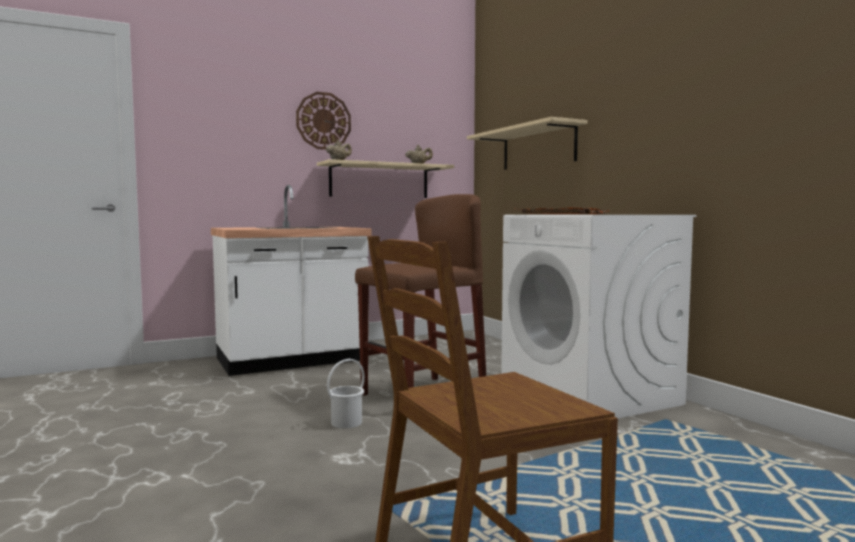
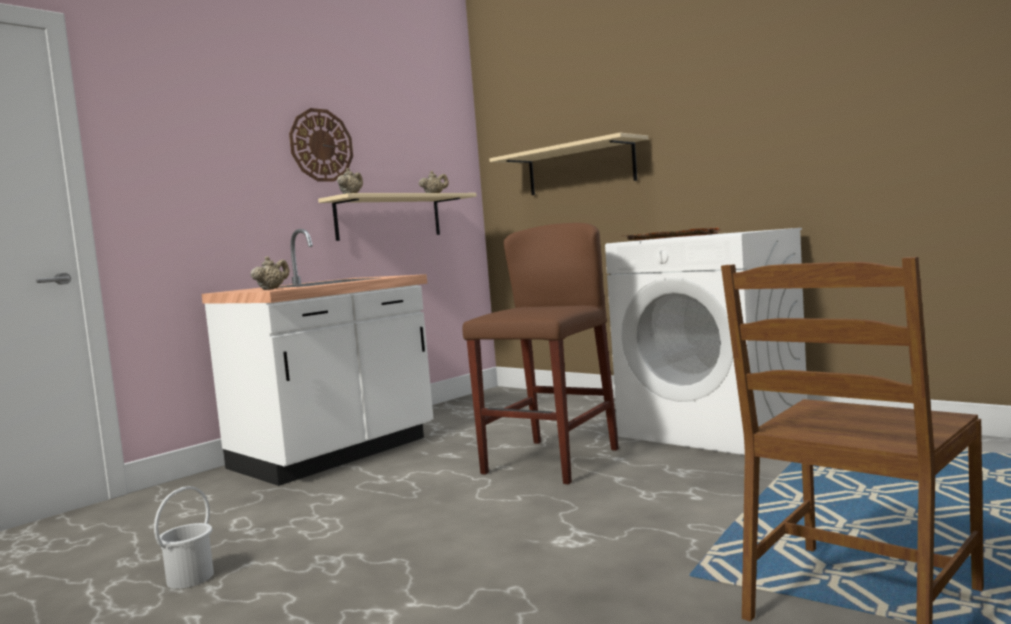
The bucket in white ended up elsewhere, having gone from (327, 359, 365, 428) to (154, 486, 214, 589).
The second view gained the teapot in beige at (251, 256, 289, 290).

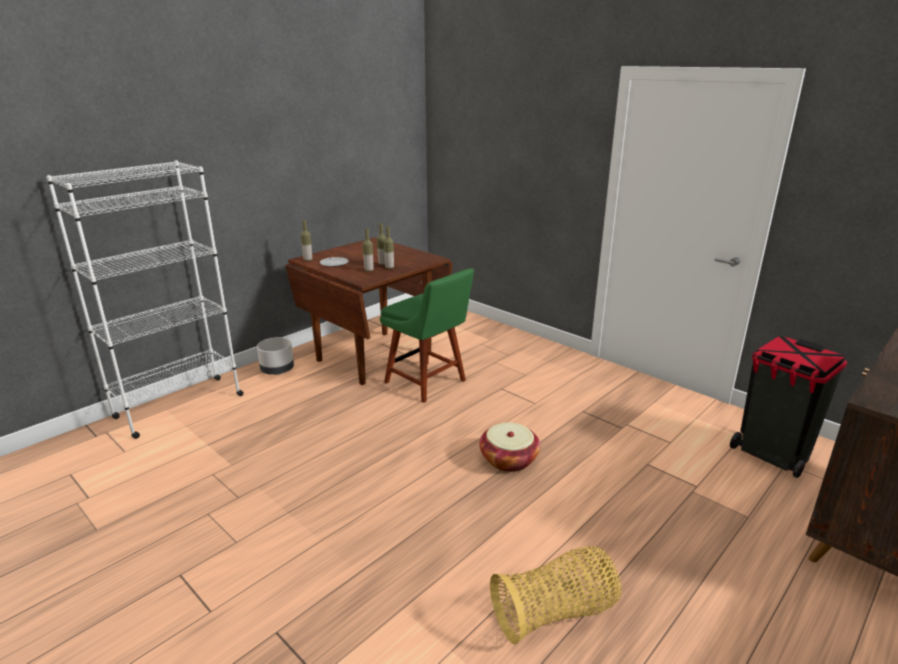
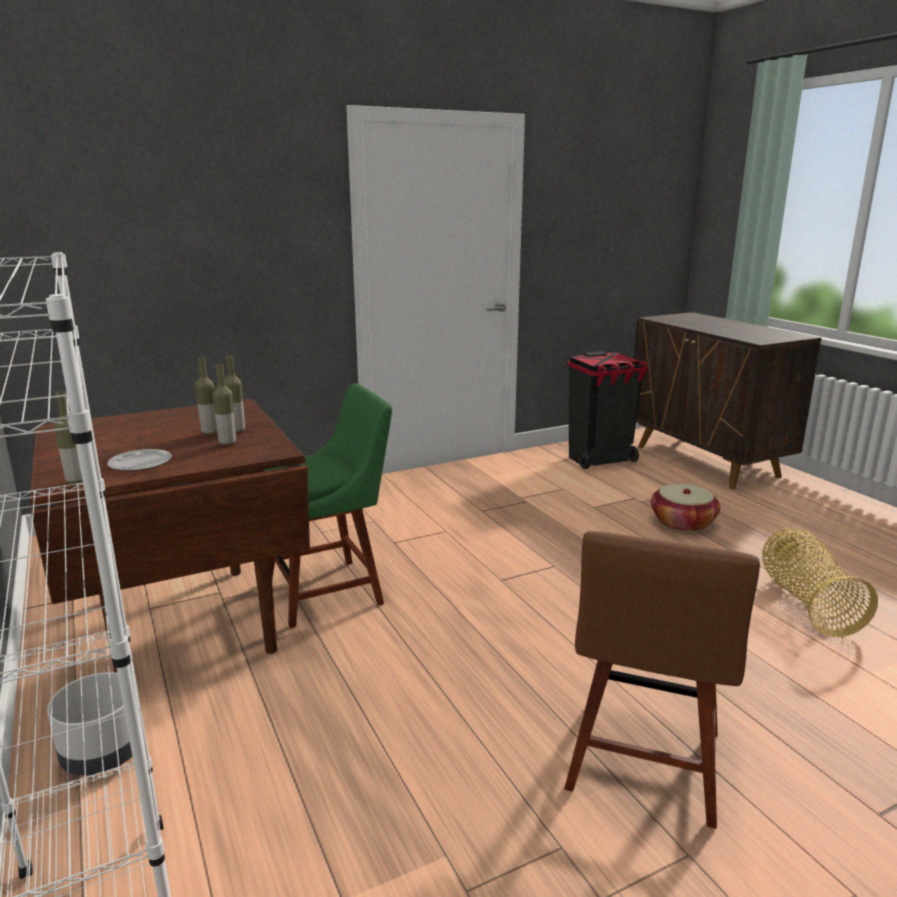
The basket ended up elsewhere, having gone from (479, 422, 540, 472) to (651, 484, 720, 532).
The second view gained the chair in brown at (564, 531, 760, 829).

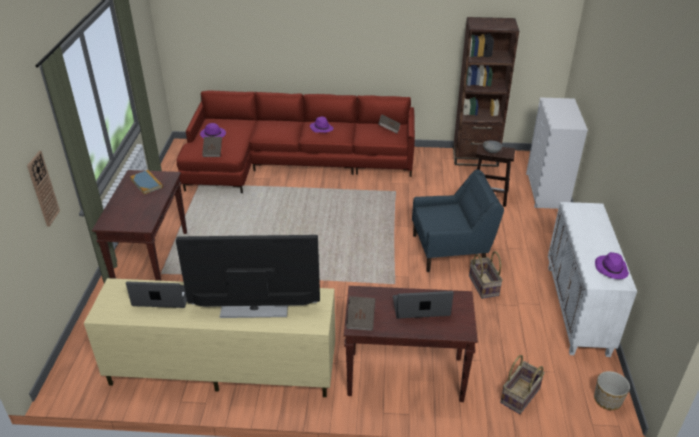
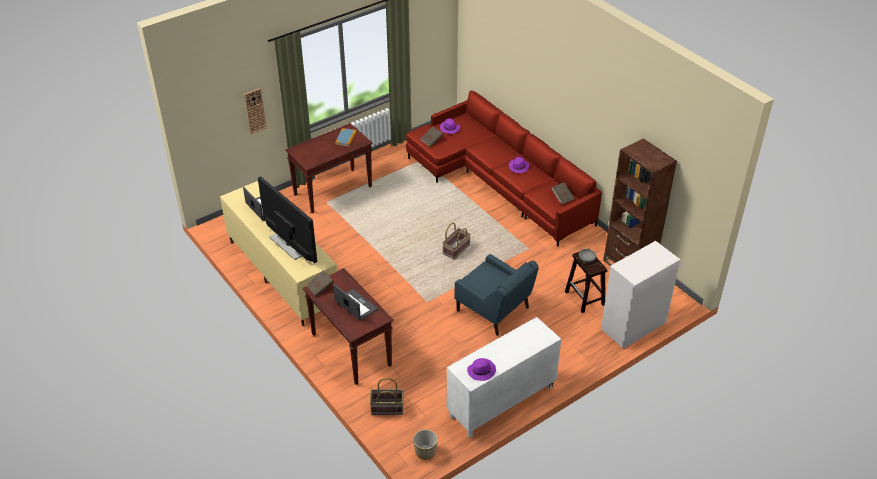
The basket ended up elsewhere, having gone from (469, 251, 503, 299) to (442, 222, 471, 260).

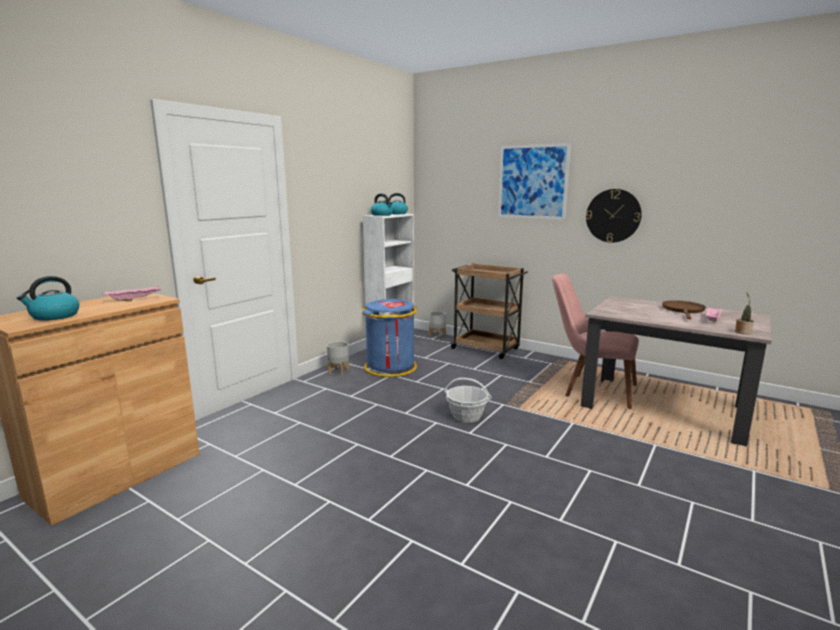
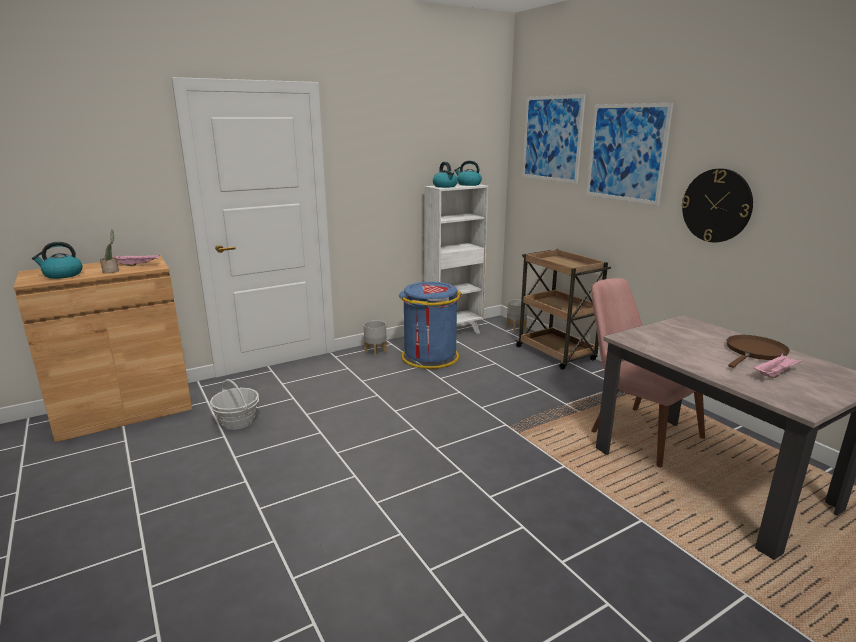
The basket ended up elsewhere, having gone from (444, 378, 491, 423) to (210, 379, 259, 430).
The potted plant ended up elsewhere, having gone from (735, 292, 754, 334) to (100, 230, 119, 273).
The second view gained the picture at (522, 94, 586, 184).

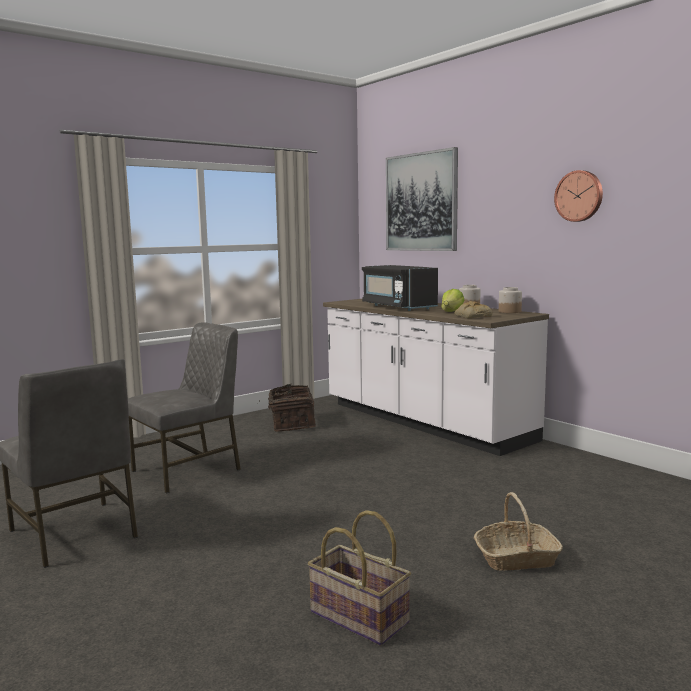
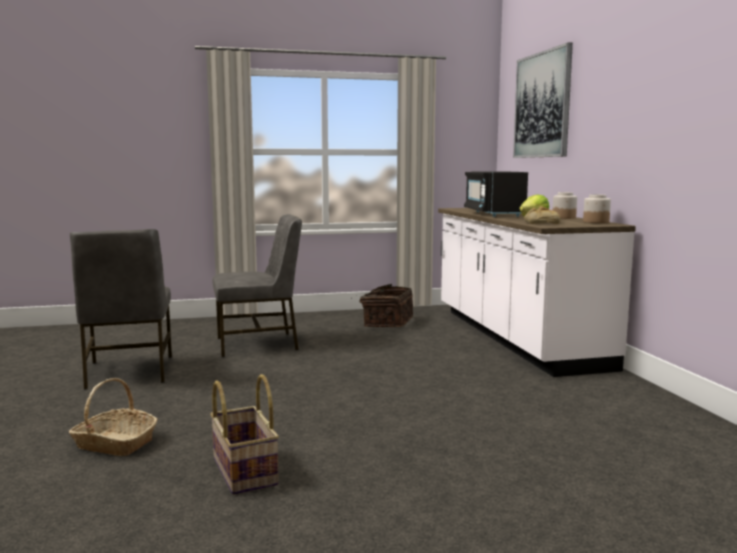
The basket ended up elsewhere, having gone from (474, 492, 563, 571) to (69, 378, 158, 456).
The second view lost the wall clock at (554, 170, 603, 222).

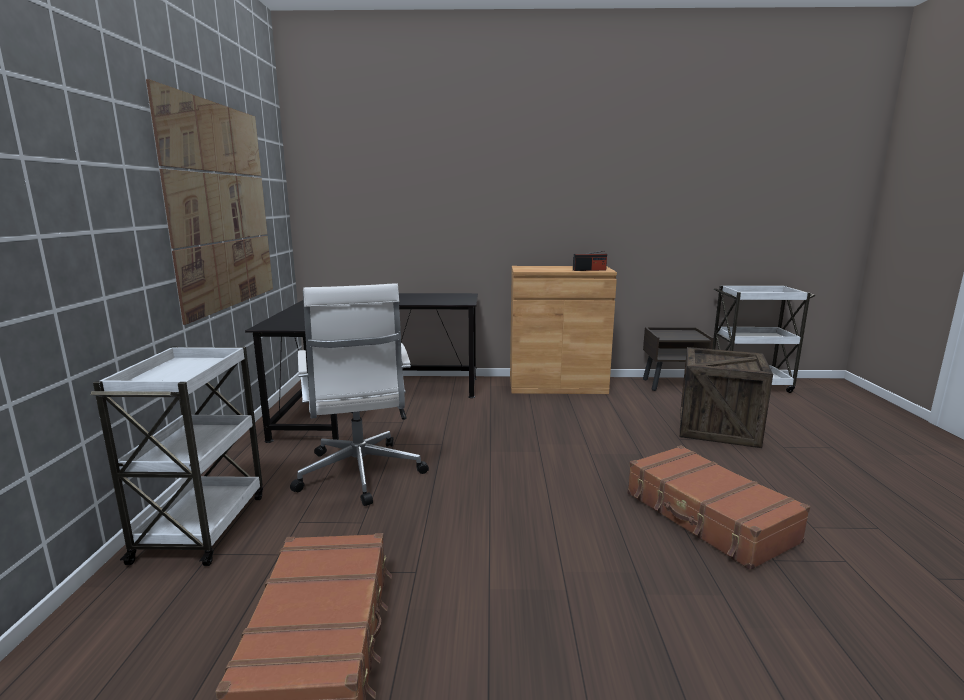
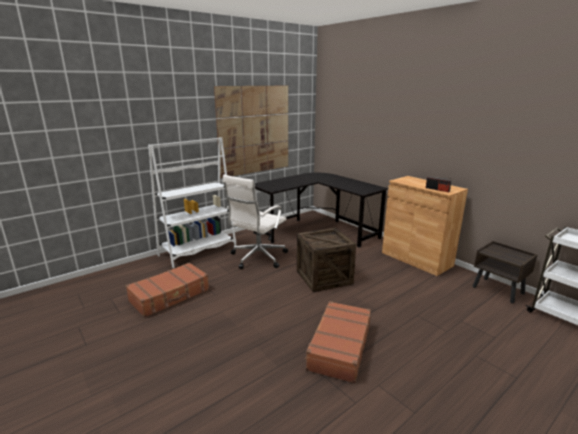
Where the cart in white stood at (91, 346, 263, 566), the bookcase in white came to stand at (148, 137, 237, 268).
The crate ended up elsewhere, having gone from (680, 347, 773, 448) to (297, 228, 356, 292).

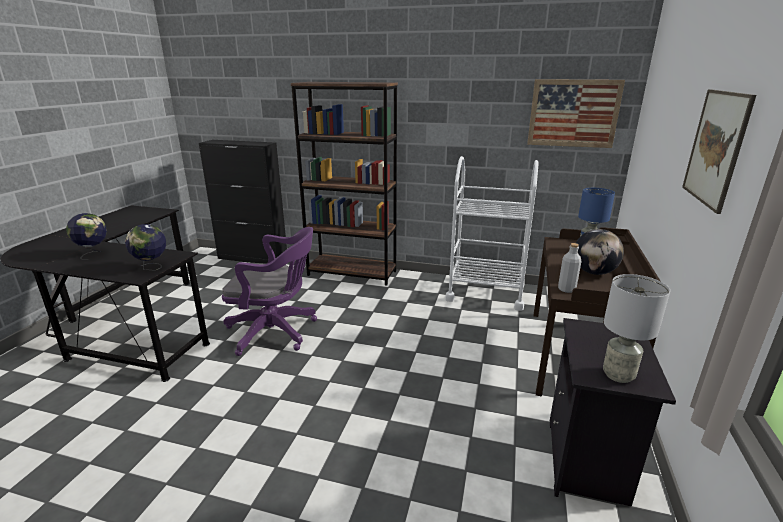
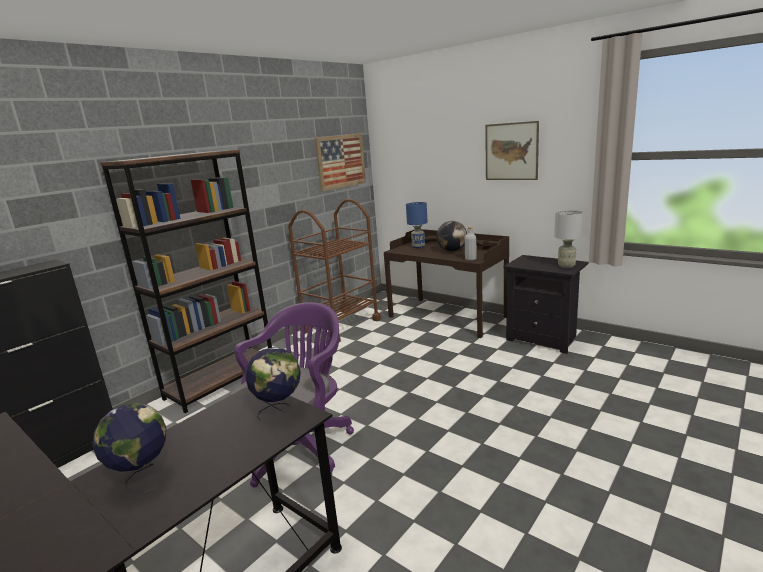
What was the cart in white at (445, 156, 538, 311) turned into the cart in brown at (288, 199, 381, 342).

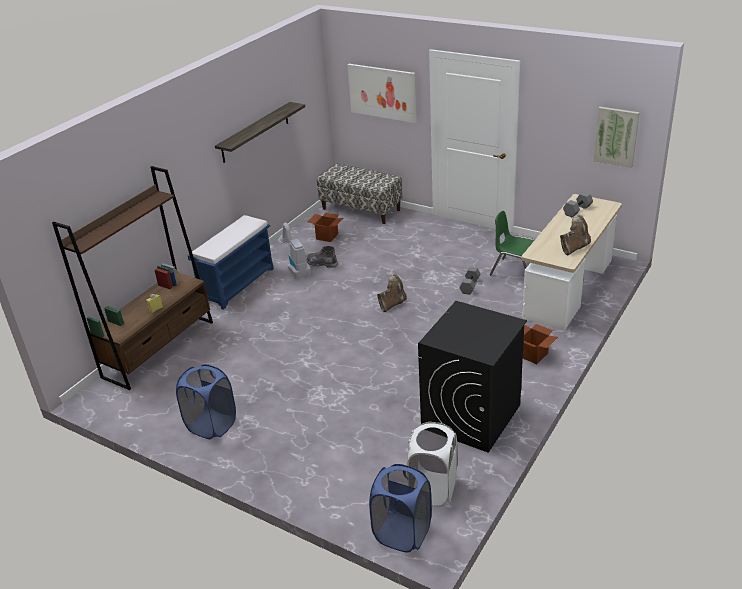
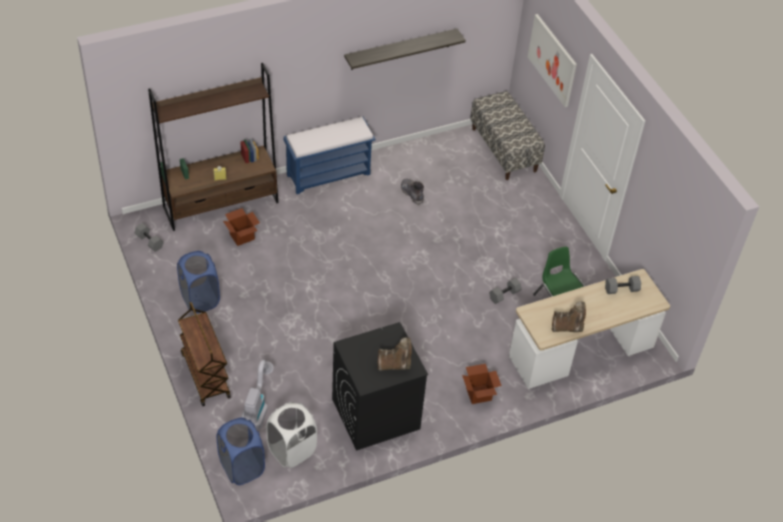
The vacuum cleaner ended up elsewhere, having gone from (279, 223, 311, 279) to (241, 360, 274, 430).
The cardboard box ended up elsewhere, having gone from (308, 212, 343, 242) to (223, 208, 260, 246).
The boot in brown ended up elsewhere, having gone from (377, 274, 407, 312) to (378, 337, 412, 371).
The second view lost the picture at (594, 107, 640, 168).
The second view gained the dumbbell in grey at (134, 223, 164, 252).
The second view gained the cart in brown at (178, 302, 231, 406).

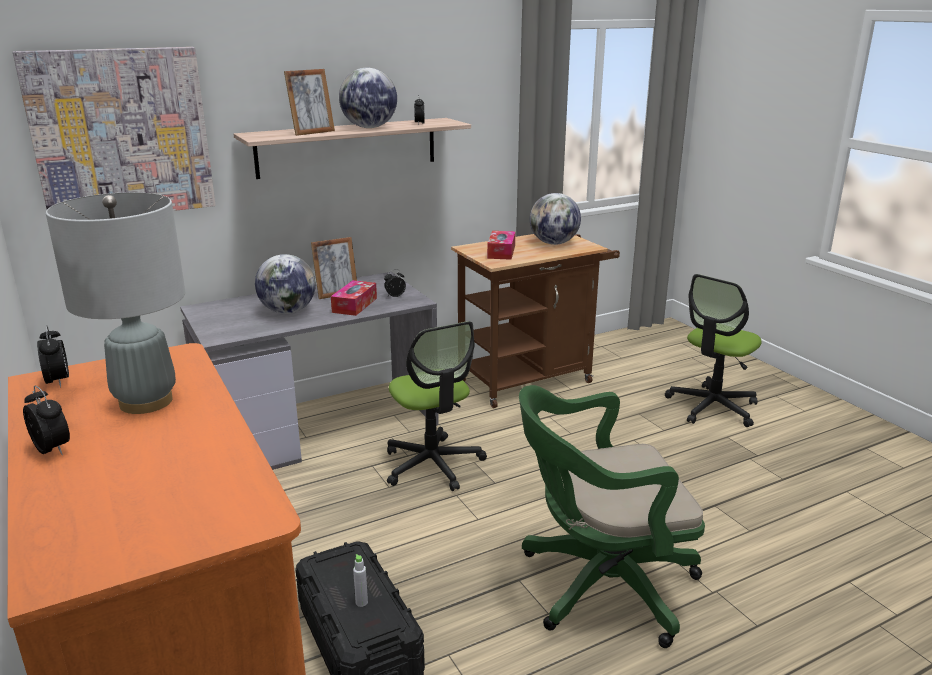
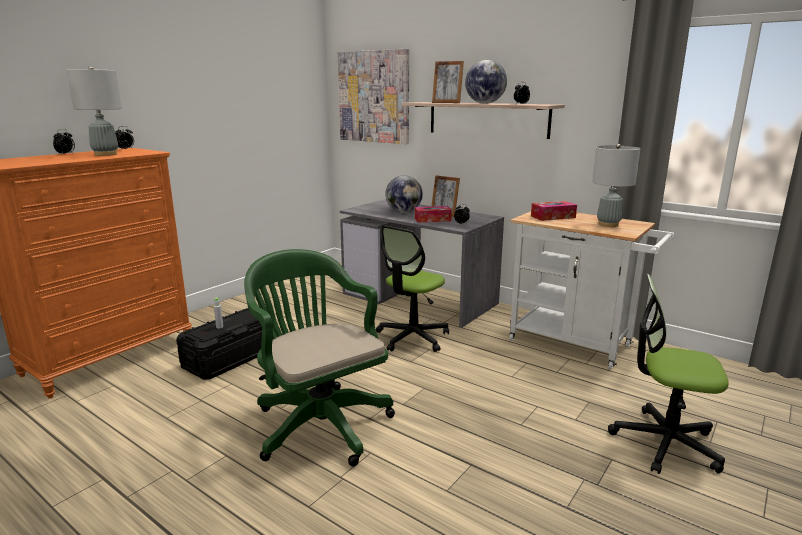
What was the cart in brown at (451, 234, 620, 408) turned into the cart in white at (509, 211, 674, 370).
Where the globe stood at (530, 193, 581, 245), the table lamp in grey came to stand at (592, 144, 641, 227).

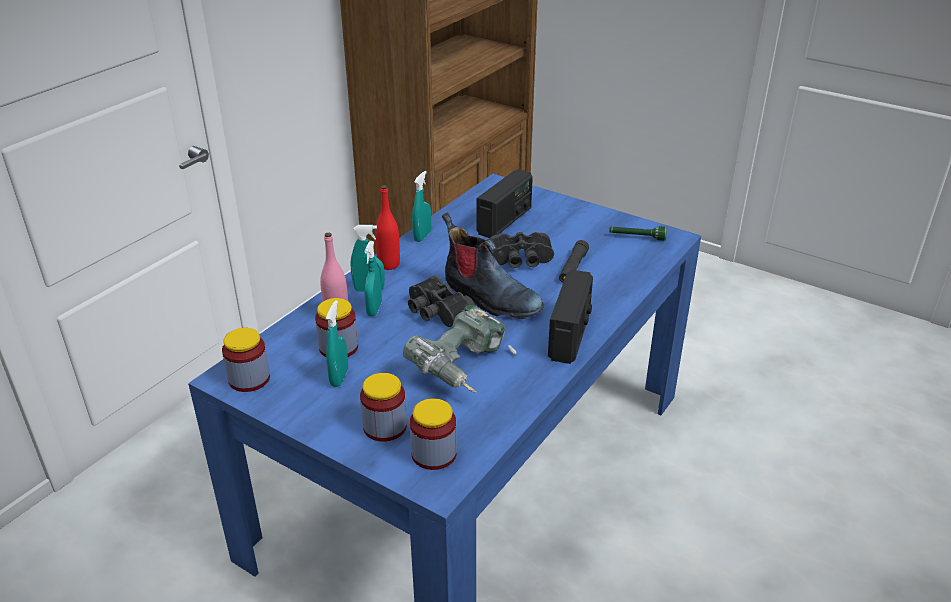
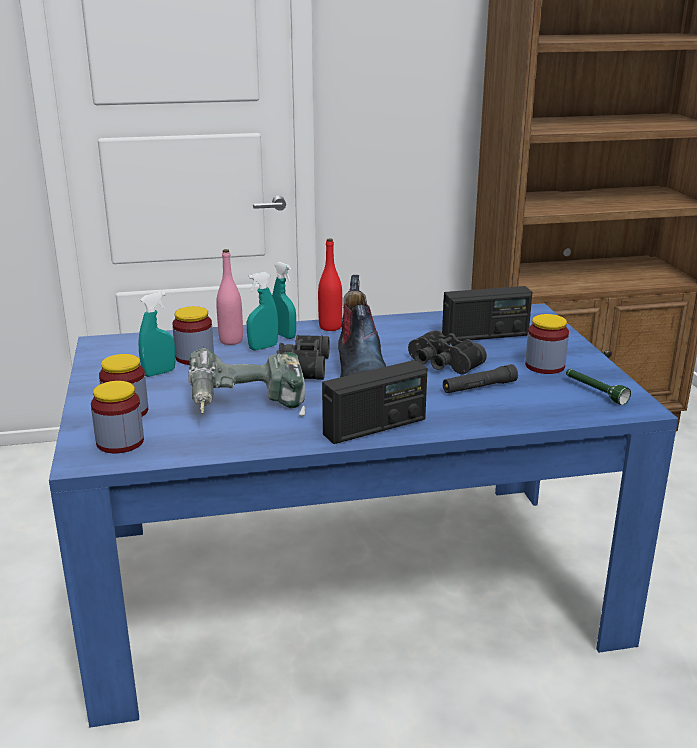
The jar ended up elsewhere, having gone from (222, 328, 270, 392) to (525, 314, 569, 374).
The second view lost the spray bottle in turquoise at (412, 171, 431, 242).

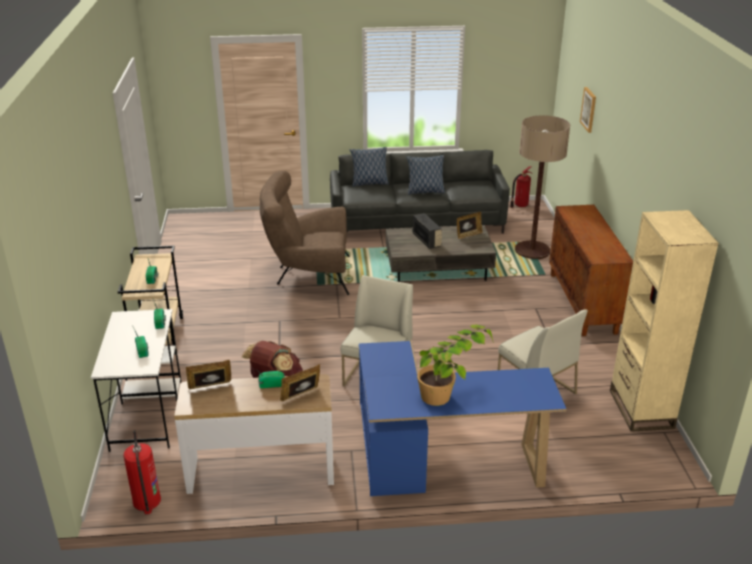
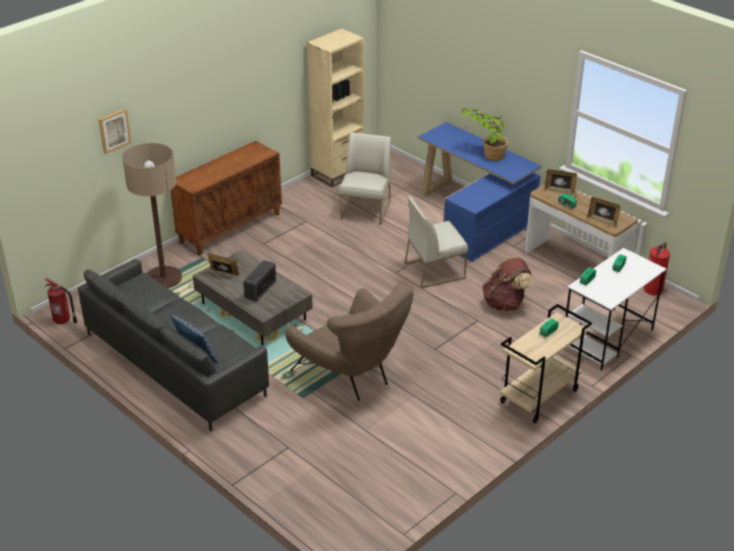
The second view lost the pillow at (406, 155, 445, 195).

